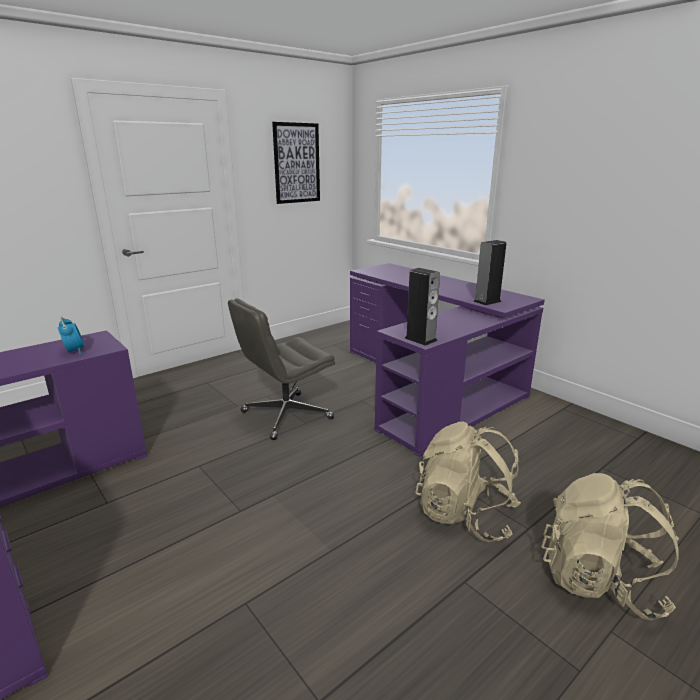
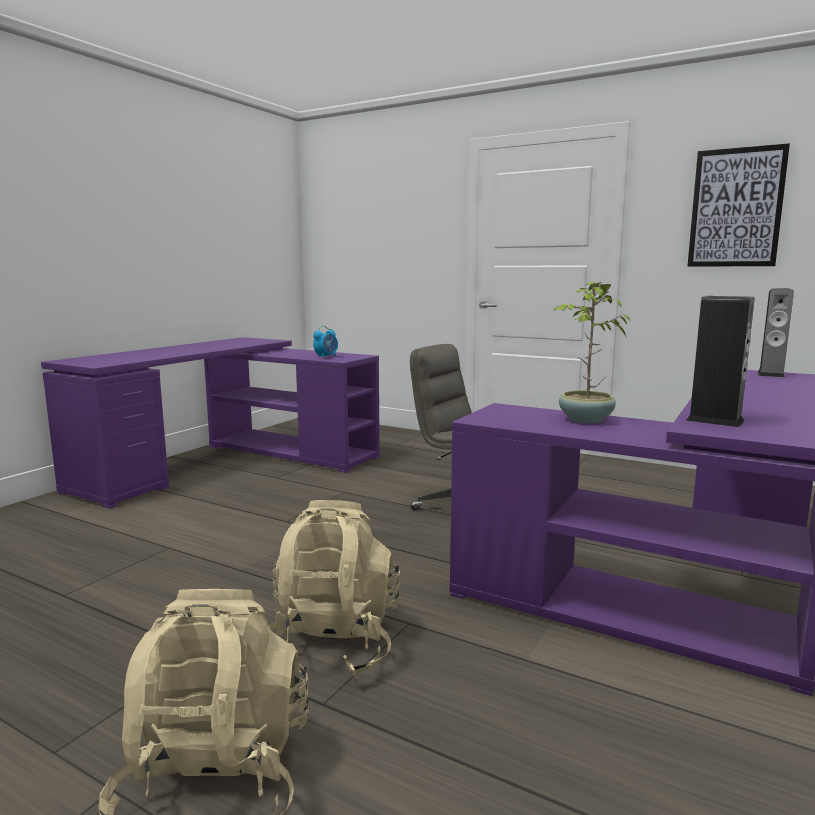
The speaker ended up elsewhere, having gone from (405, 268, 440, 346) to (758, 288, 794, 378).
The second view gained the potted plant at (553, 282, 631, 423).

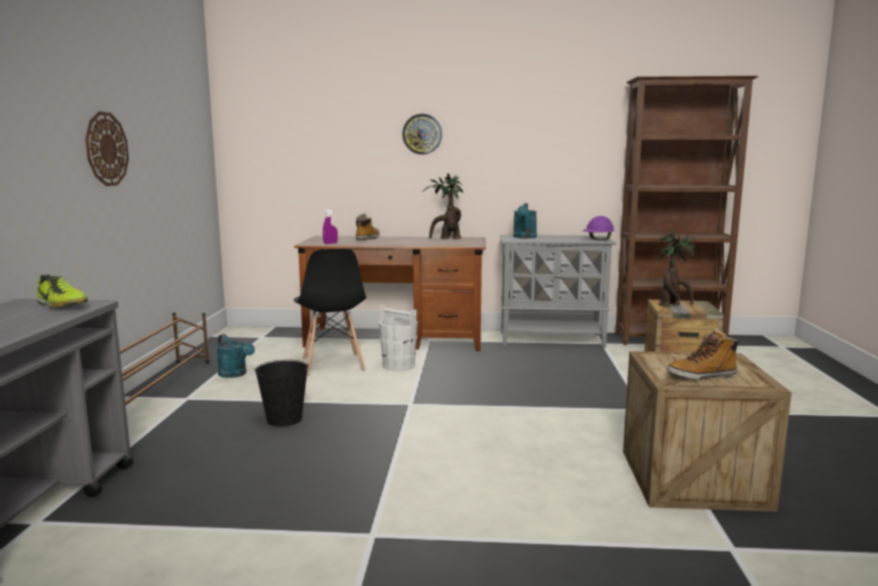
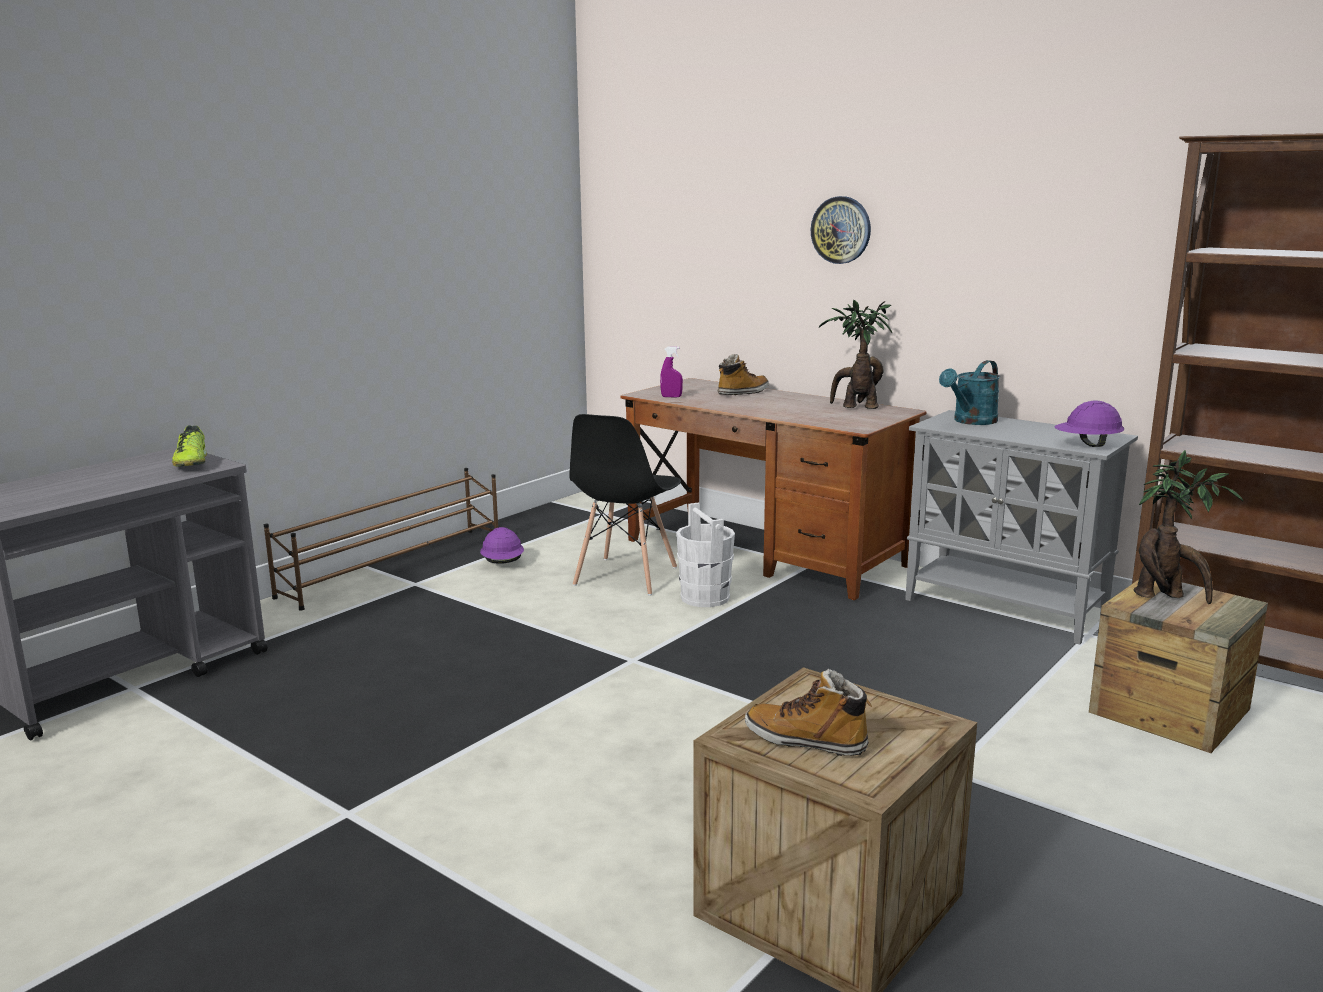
The second view lost the wall clock at (85, 111, 129, 186).
Where the watering can in turquoise stood at (216, 334, 255, 378), the hard hat in purple came to stand at (480, 527, 524, 564).
The second view lost the bucket in black at (255, 360, 308, 427).

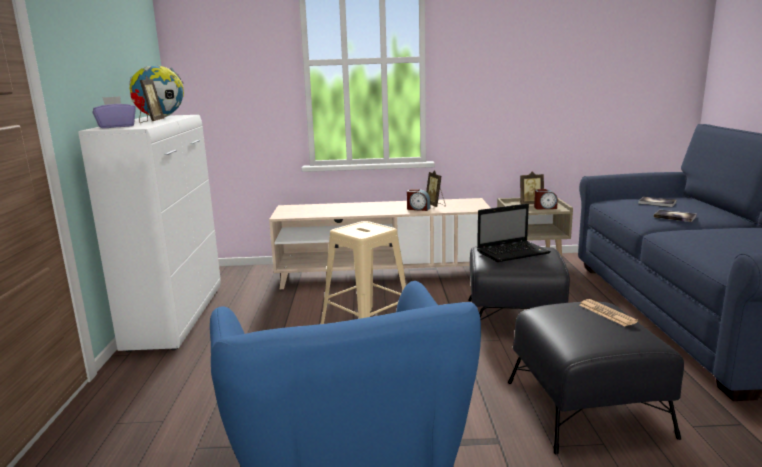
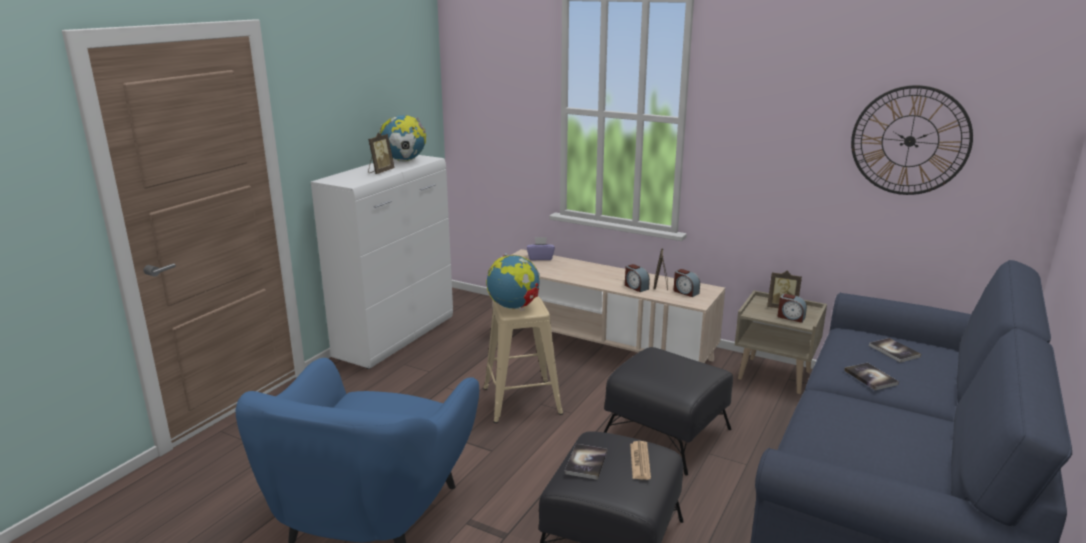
The tissue box in purple ended up elsewhere, having gone from (93, 96, 136, 128) to (527, 237, 555, 260).
The second view lost the laptop at (477, 203, 551, 262).
The second view gained the globe at (486, 254, 540, 309).
The second view gained the book at (565, 444, 607, 480).
The second view gained the alarm clock at (674, 269, 700, 297).
The second view gained the wall clock at (851, 85, 973, 195).

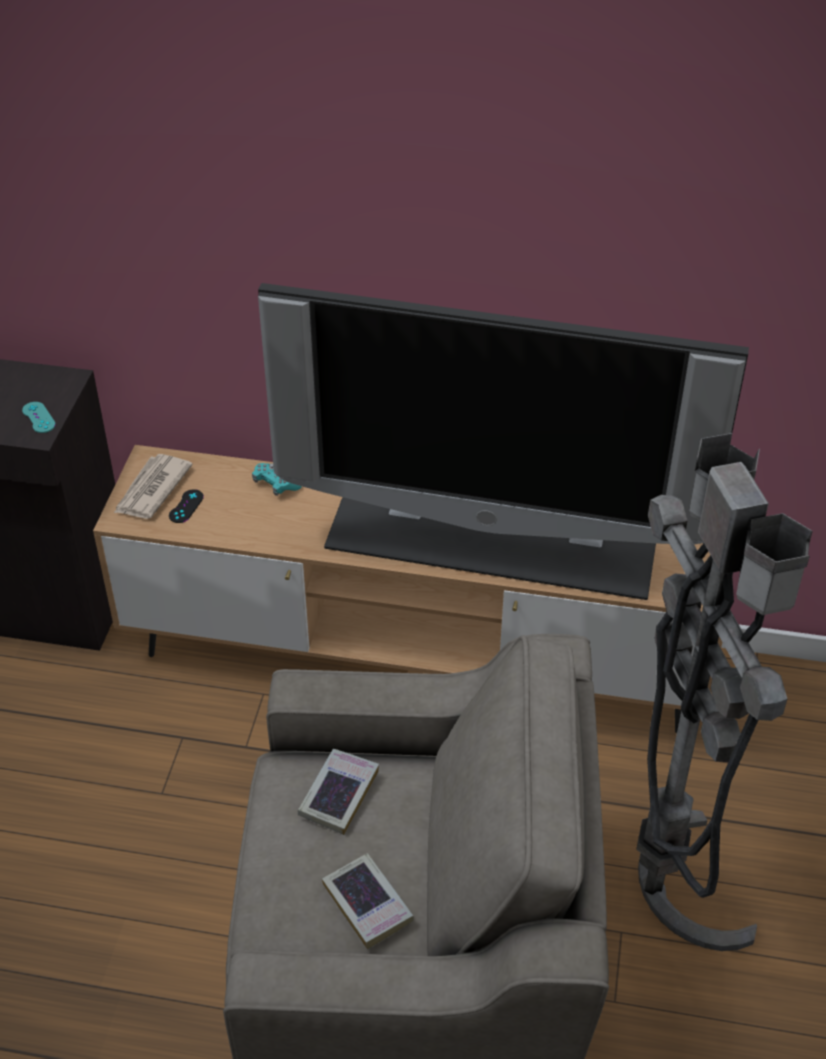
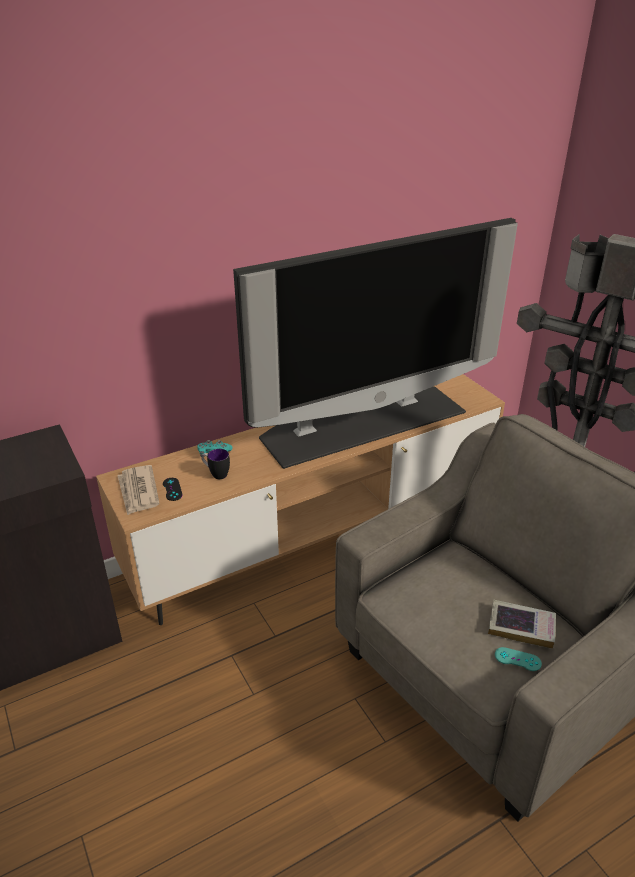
The game controller in turquoise ended up elsewhere, having gone from (22, 402, 56, 433) to (495, 647, 542, 671).
The second view lost the book at (298, 749, 379, 835).
The second view gained the mug at (201, 449, 230, 479).

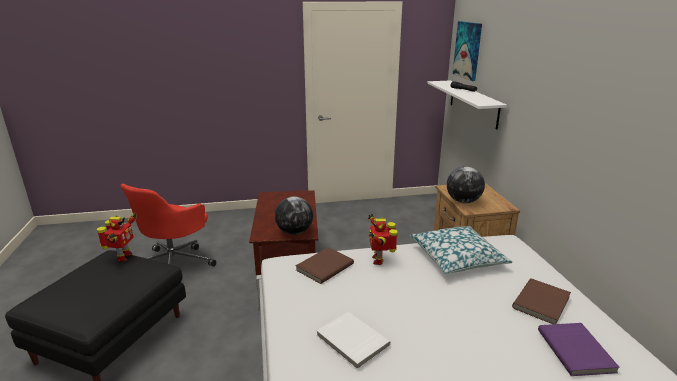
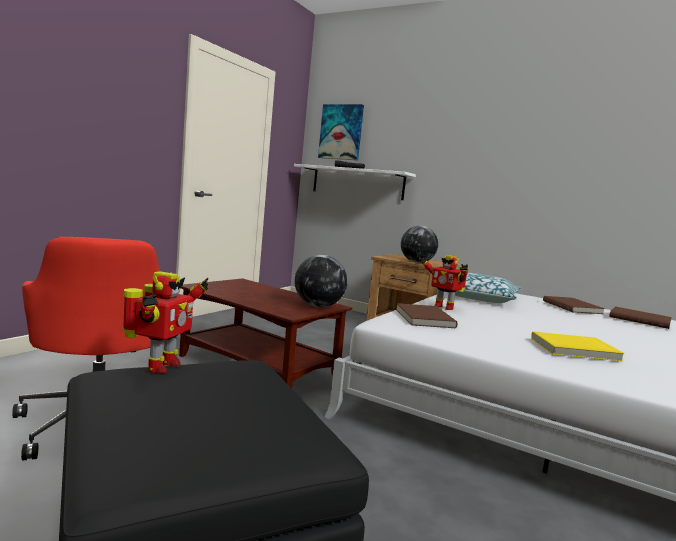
The toy robot at (96, 212, 137, 262) ended up facing another way, 60 degrees clockwise from before.
What was the book in white at (316, 312, 391, 370) turned into the book in yellow at (531, 332, 624, 361).
What was the book in purple at (538, 323, 620, 376) turned into the book in brown at (609, 306, 672, 329).

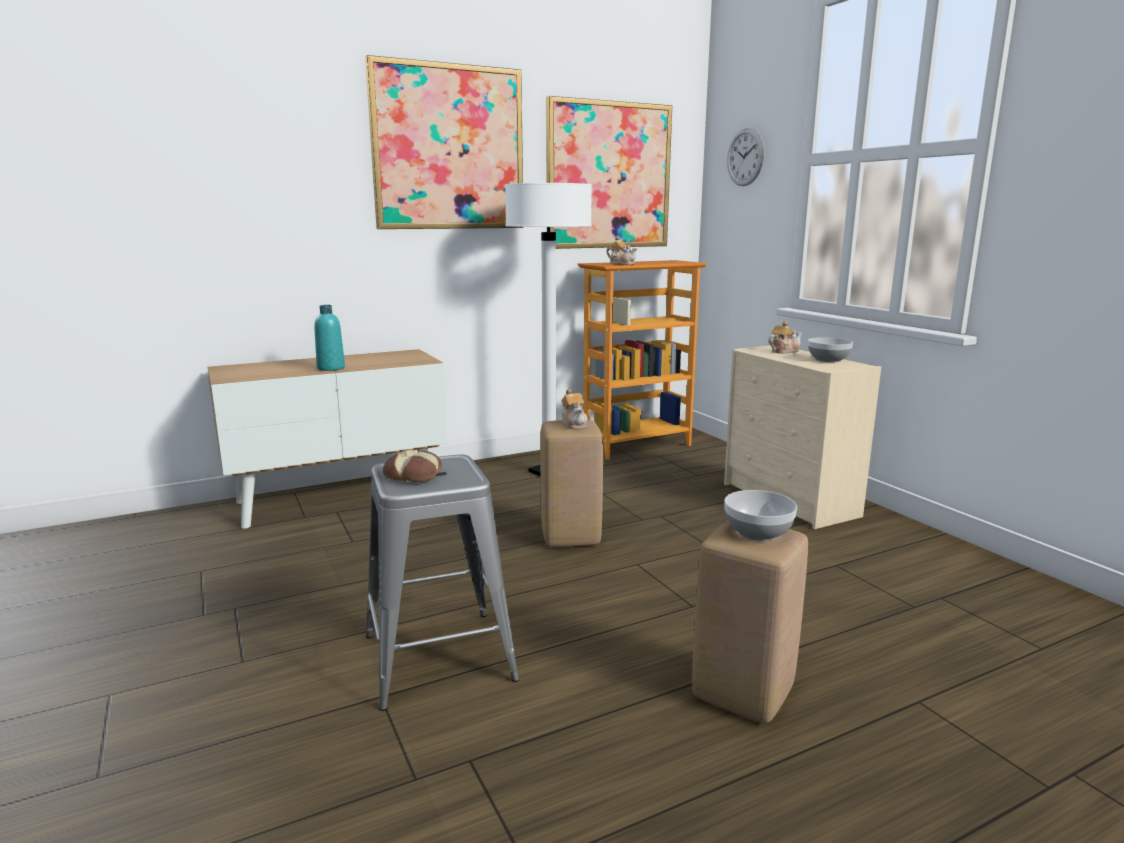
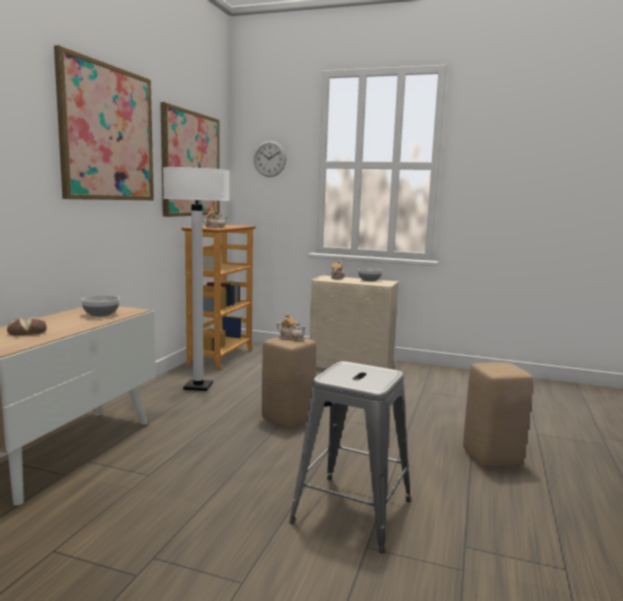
The second view lost the bottle in turquoise at (314, 305, 345, 371).
The bread ended up elsewhere, having gone from (383, 449, 442, 483) to (7, 317, 47, 336).
The bowl ended up elsewhere, having gone from (725, 490, 797, 541) to (81, 295, 120, 317).

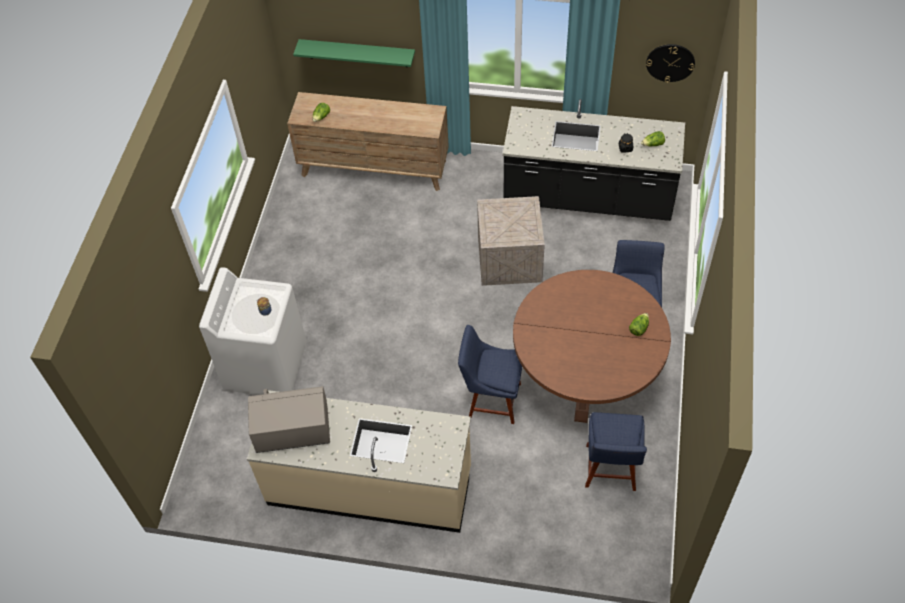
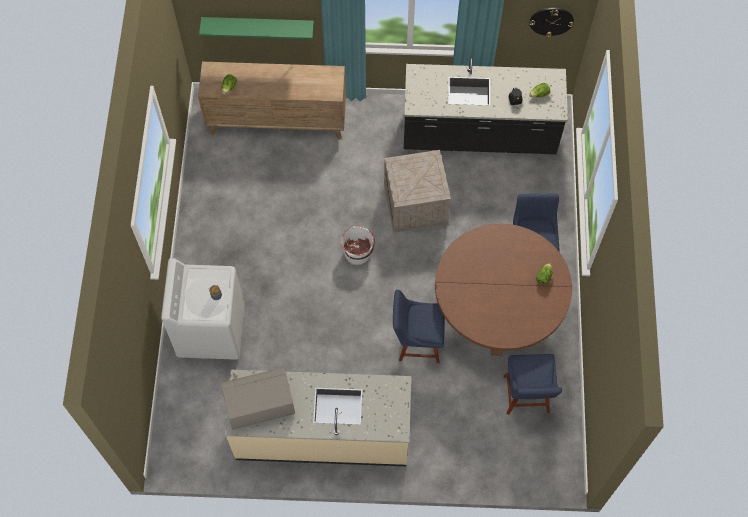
The second view gained the bucket in white at (341, 226, 375, 264).

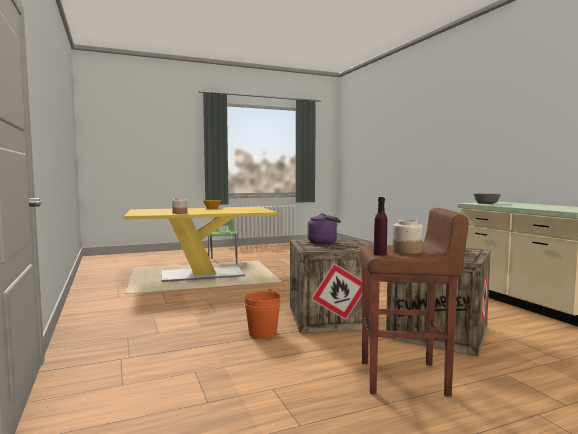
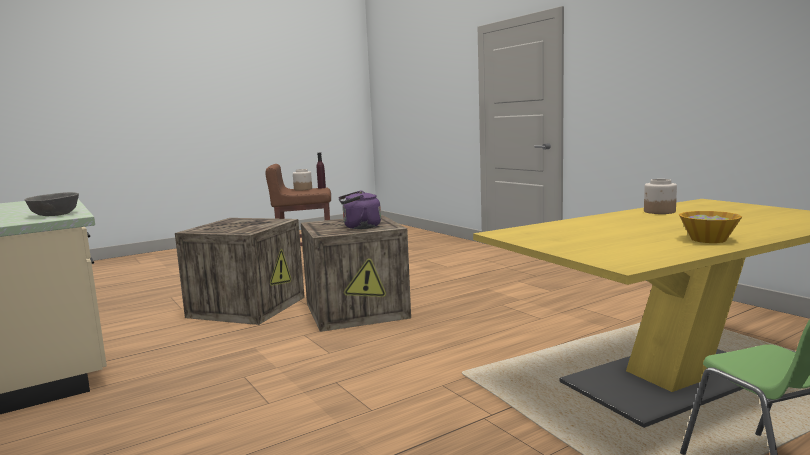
The second view lost the bucket in orange at (244, 289, 281, 339).

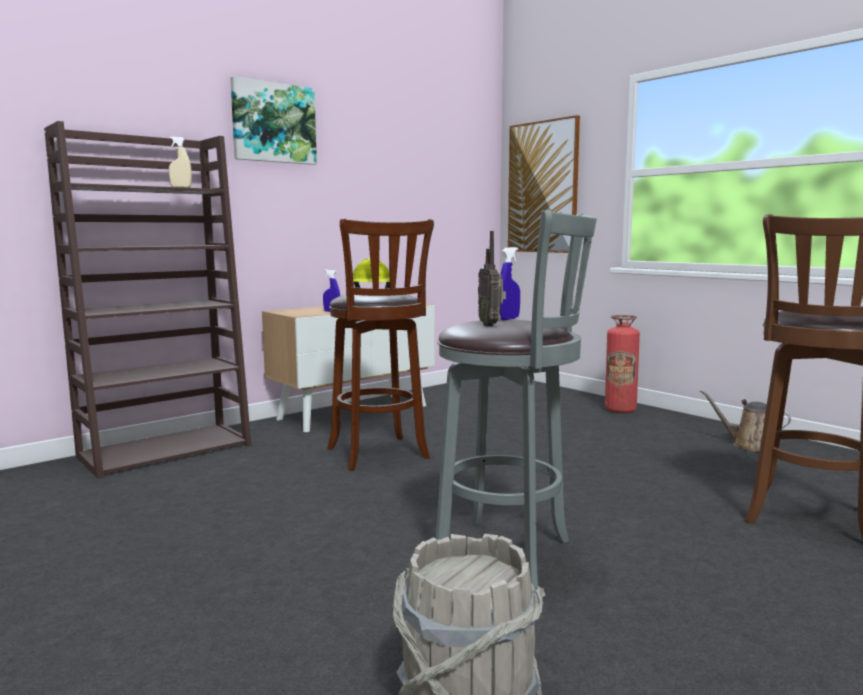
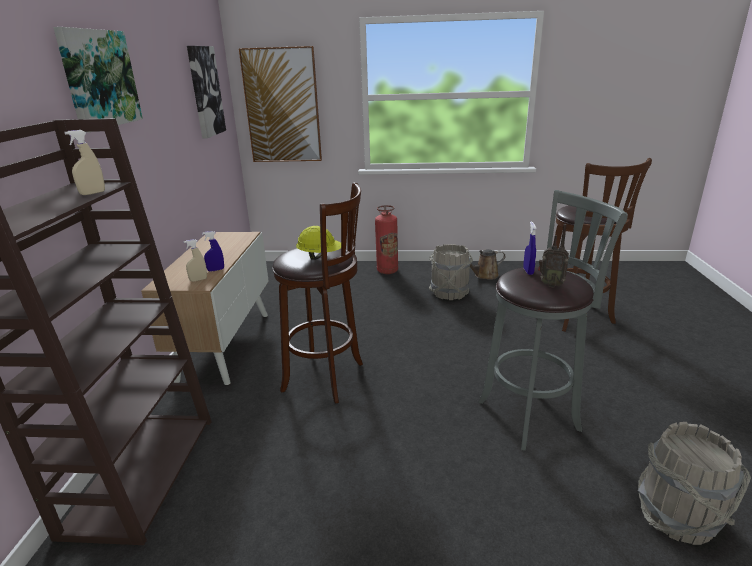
The second view gained the spray bottle in beige at (183, 239, 207, 282).
The second view gained the picture at (187, 46, 226, 139).
The second view gained the bucket in grey at (429, 244, 473, 300).

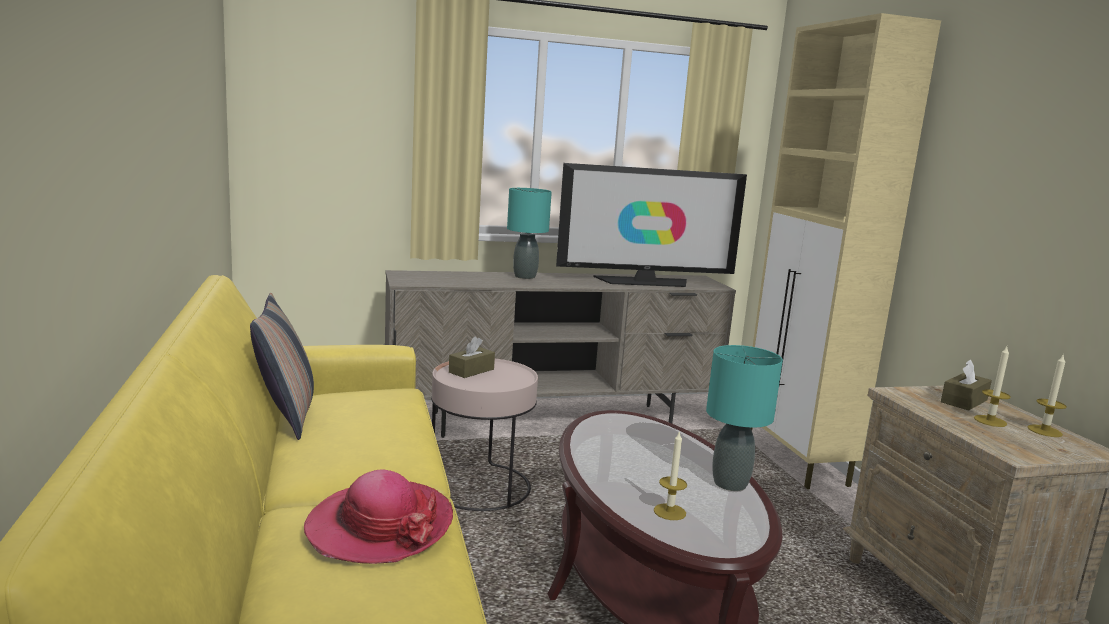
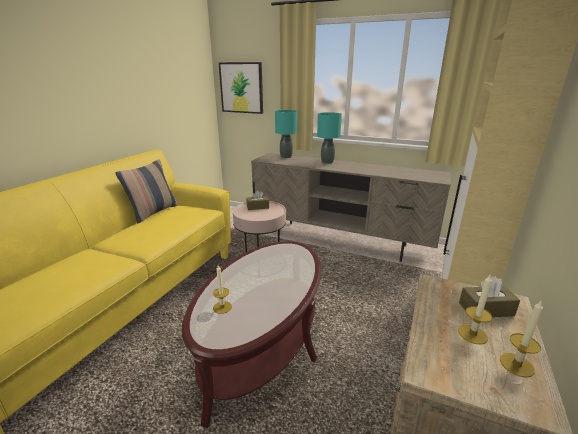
The second view lost the hat at (304, 470, 453, 564).
The second view lost the television at (556, 163, 747, 287).
The table lamp in turquoise ended up elsewhere, having gone from (706, 345, 783, 491) to (275, 110, 297, 158).
The second view gained the picture at (219, 62, 263, 114).

